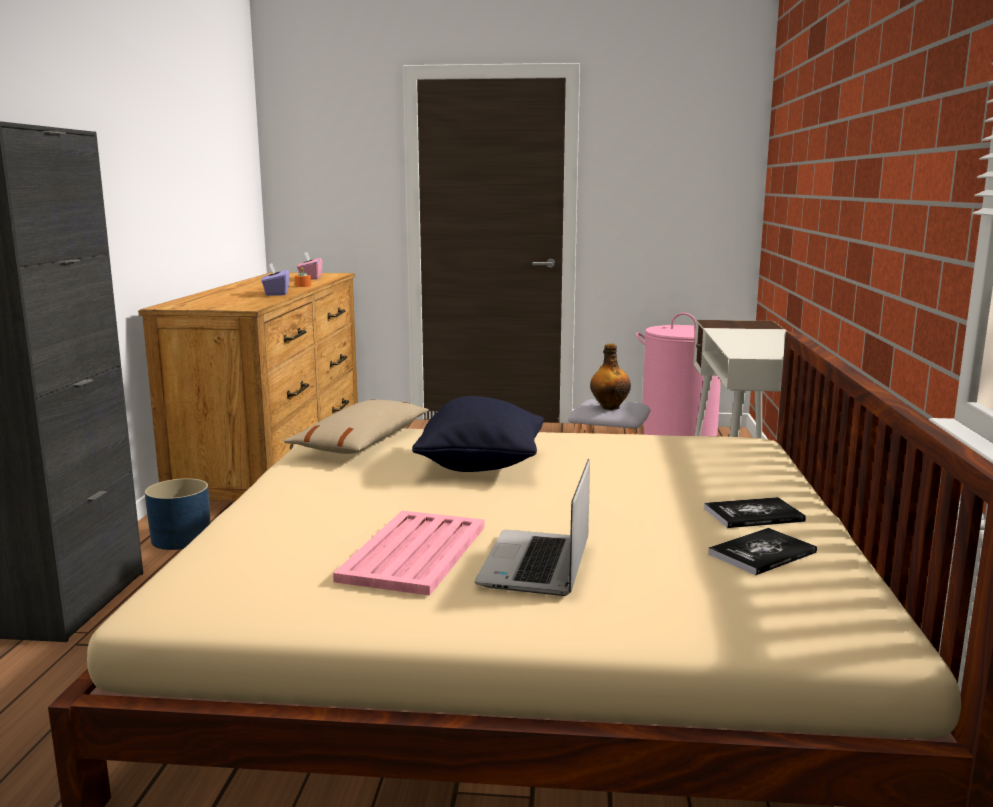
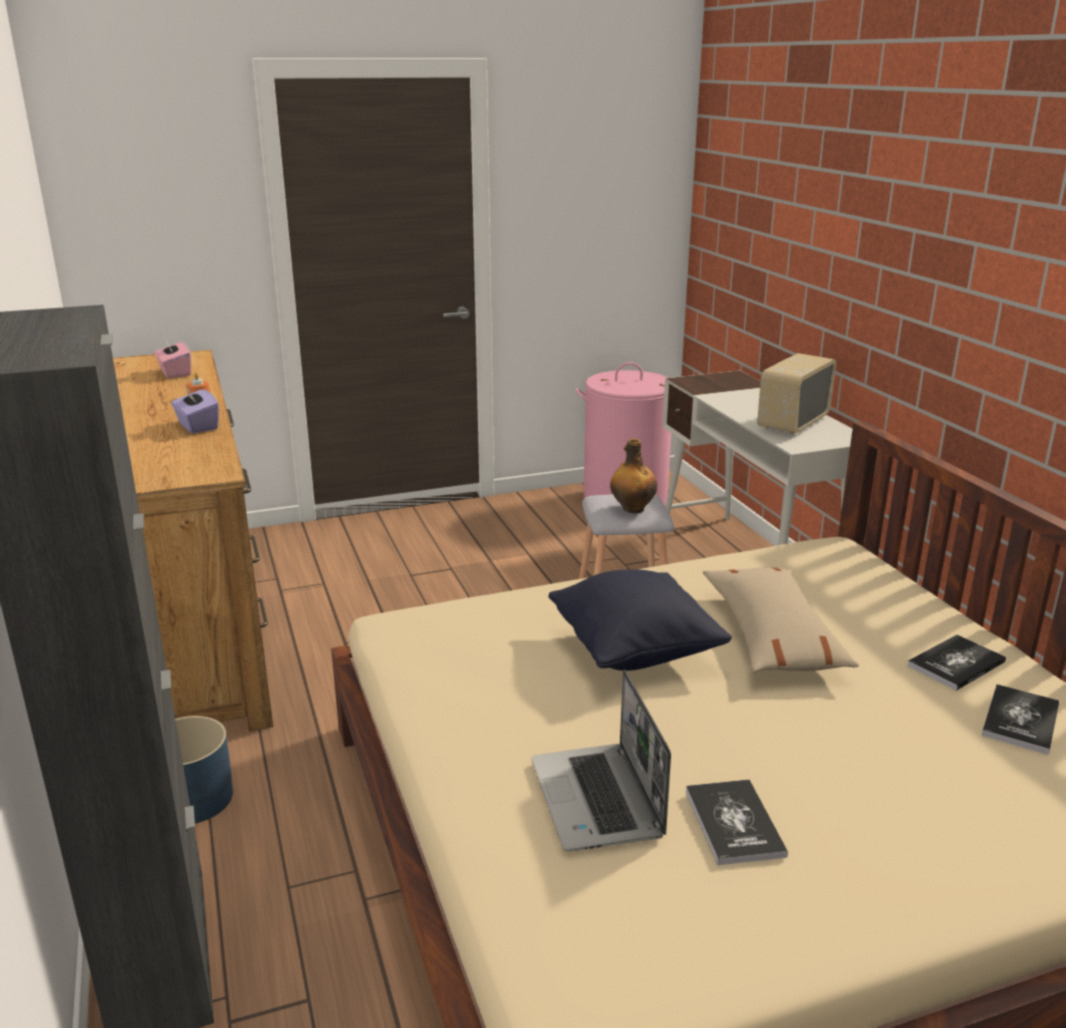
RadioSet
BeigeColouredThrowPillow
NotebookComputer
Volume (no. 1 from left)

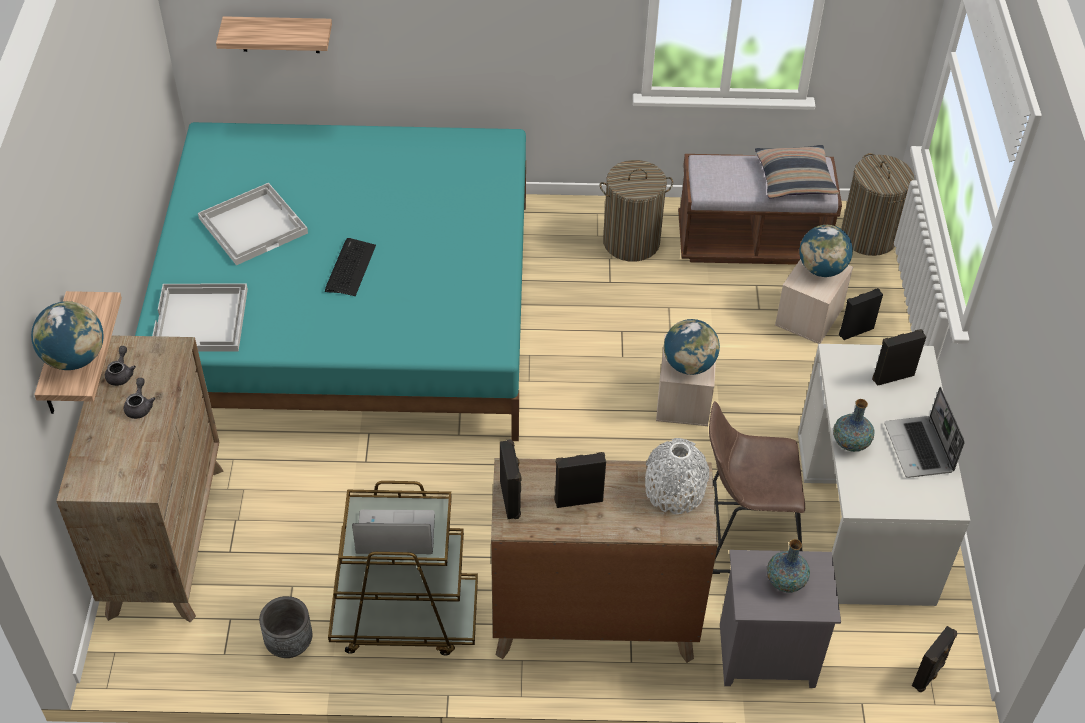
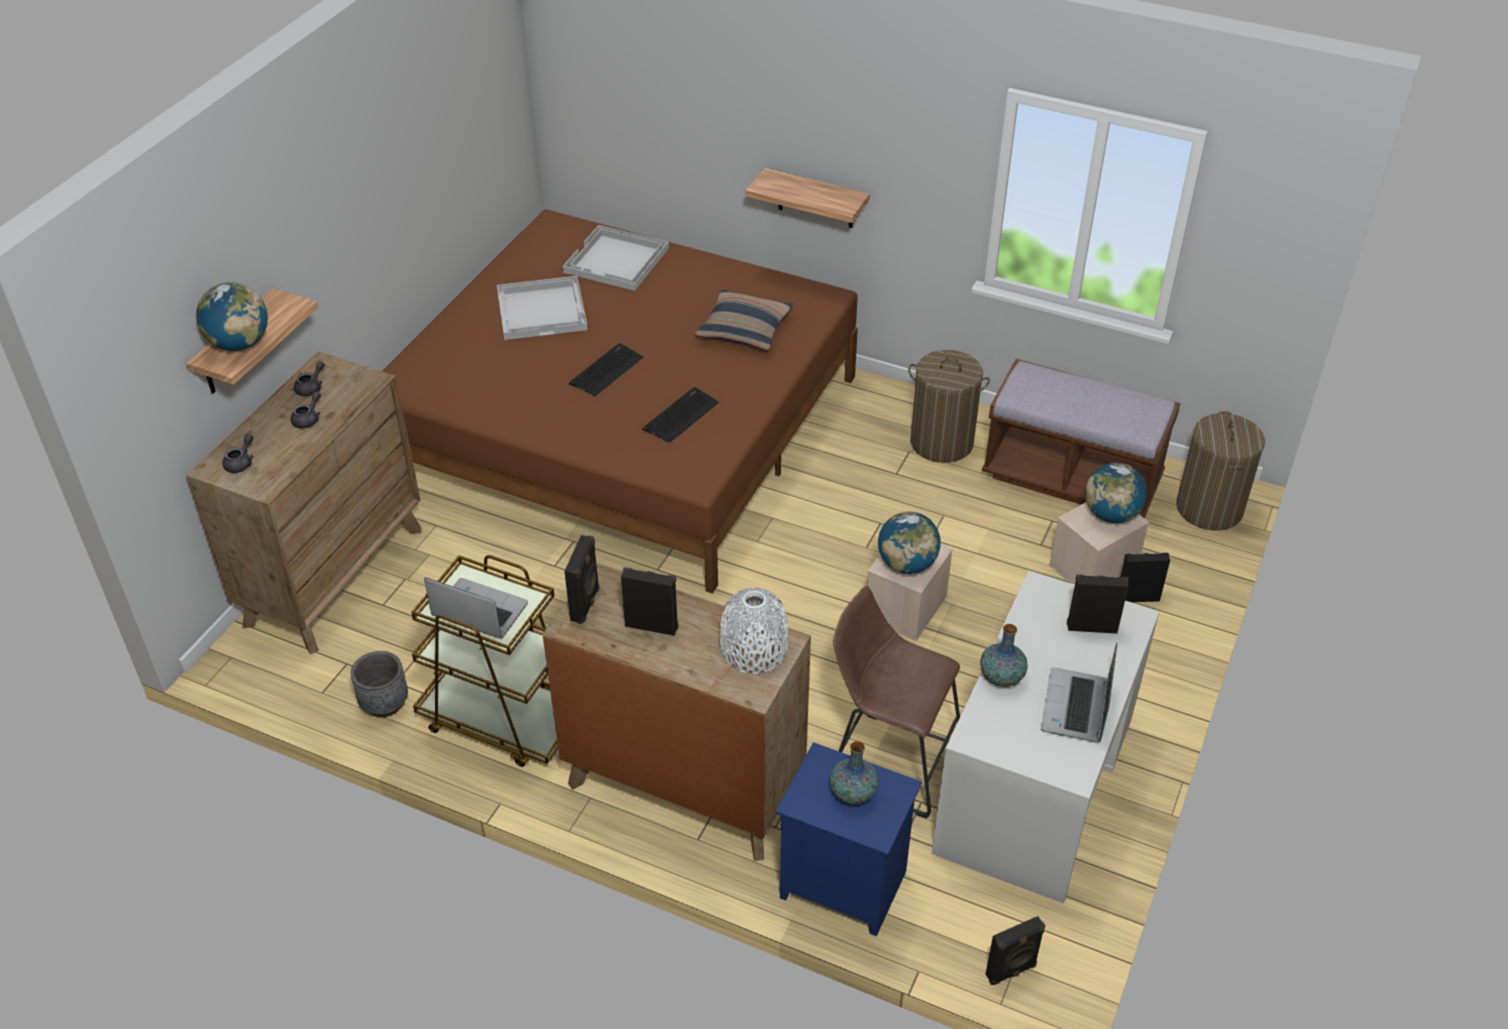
GreyTeaPot (no. 1 from left)
Keyboard (no. 2 from left)
WhiteCarryingTray (no. 2 from left)
BracketShelf (no. 2 from left)
ThrowPillow
BrownBedroomBed
BlueNightstand

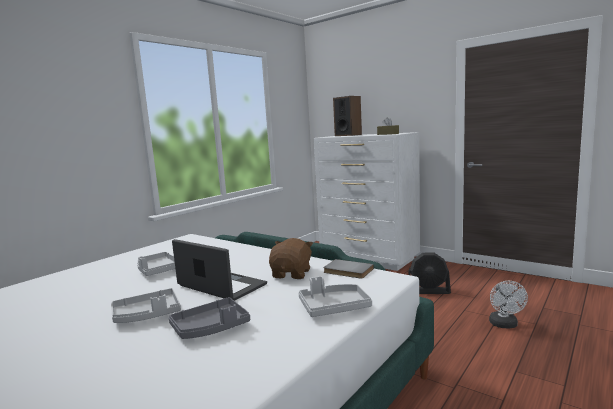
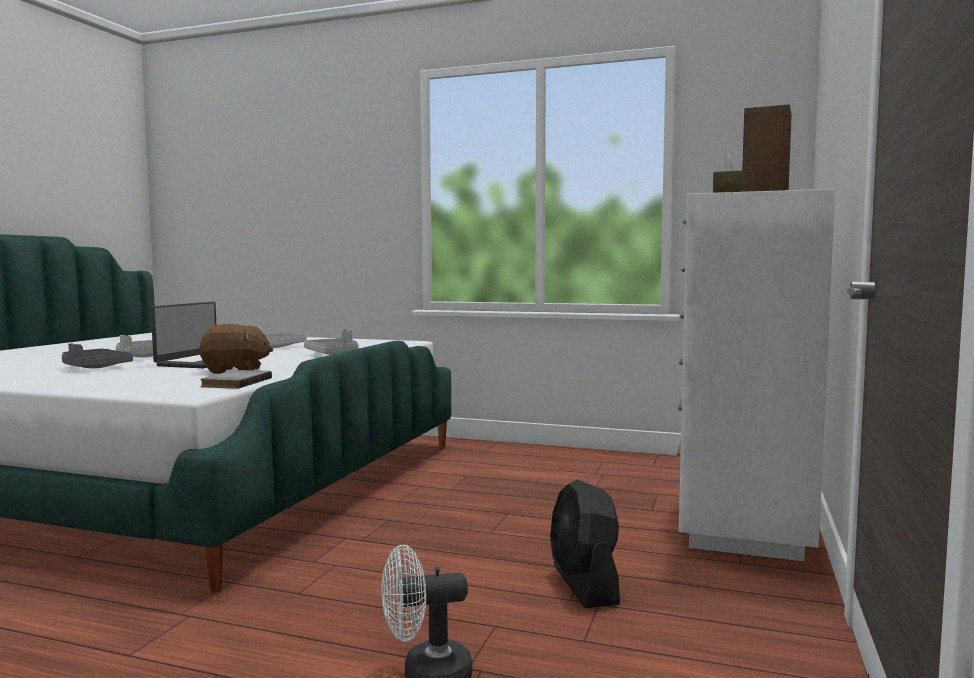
GreyCarryingTray (no. 4 from left)

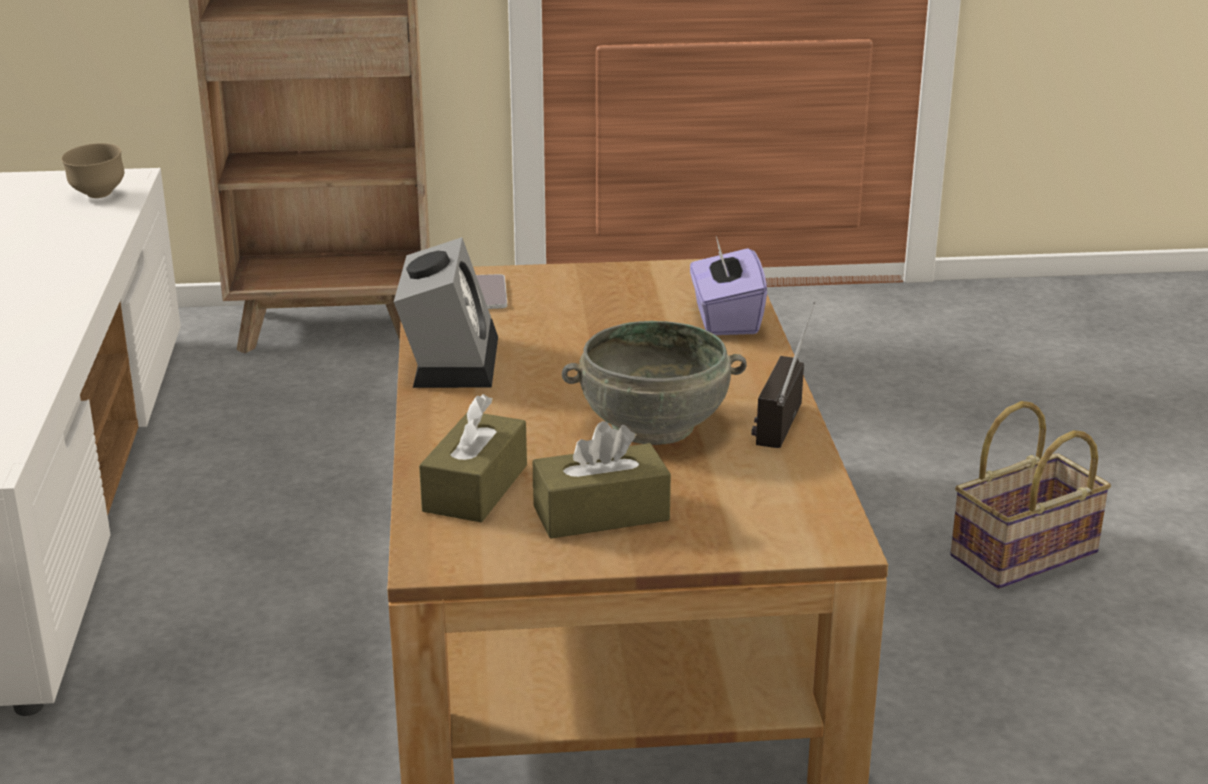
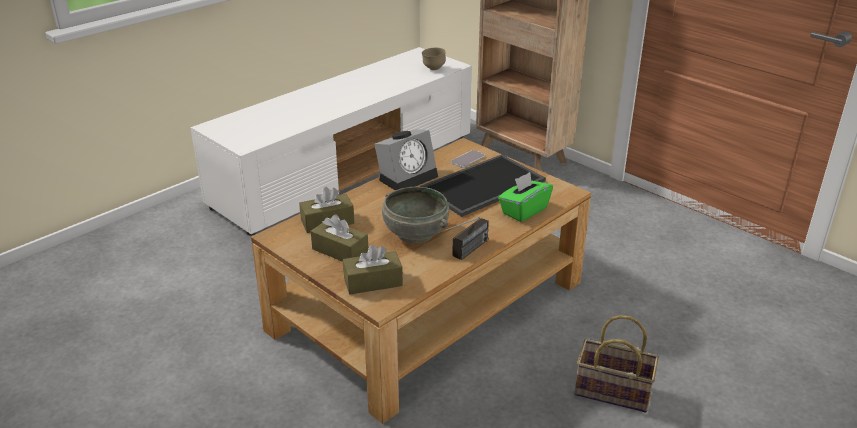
BrownTissueBox (no. 3 from left)
CarryingTray
GreenishTissueBox
RadioSet

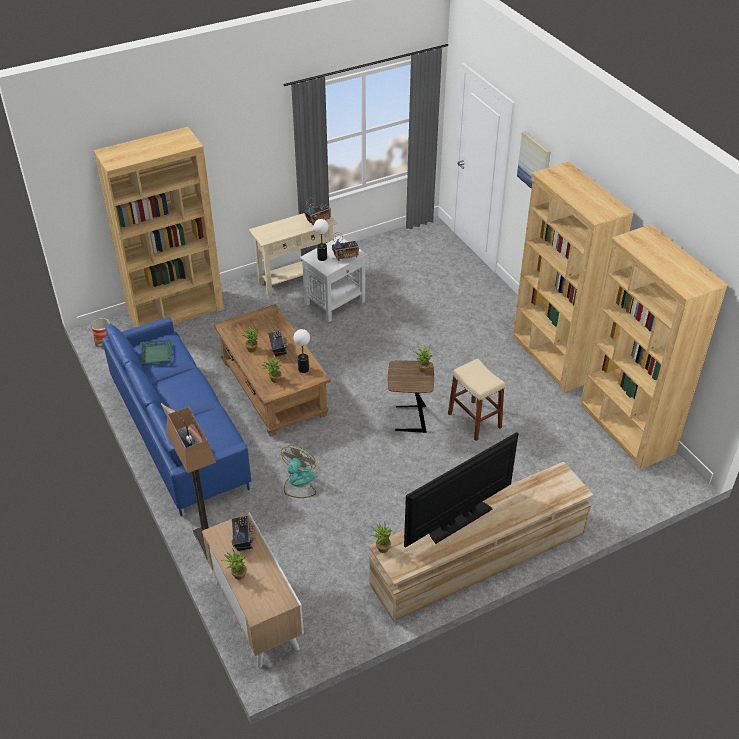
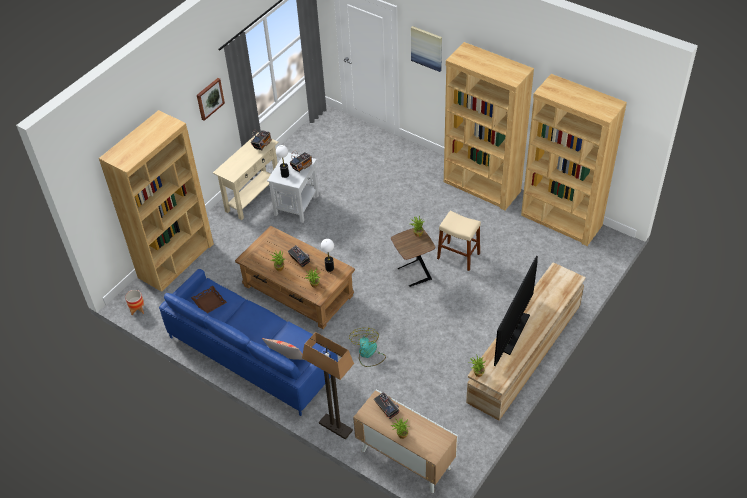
WallPicture (no. 1 from left)
BrownCarryingTray

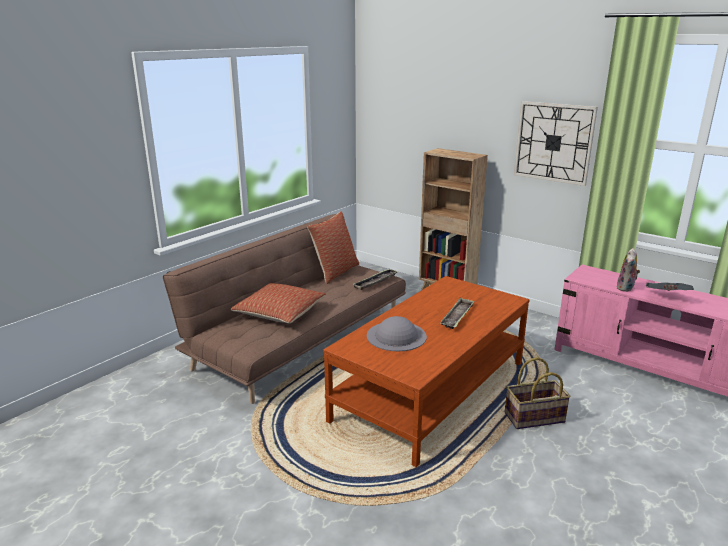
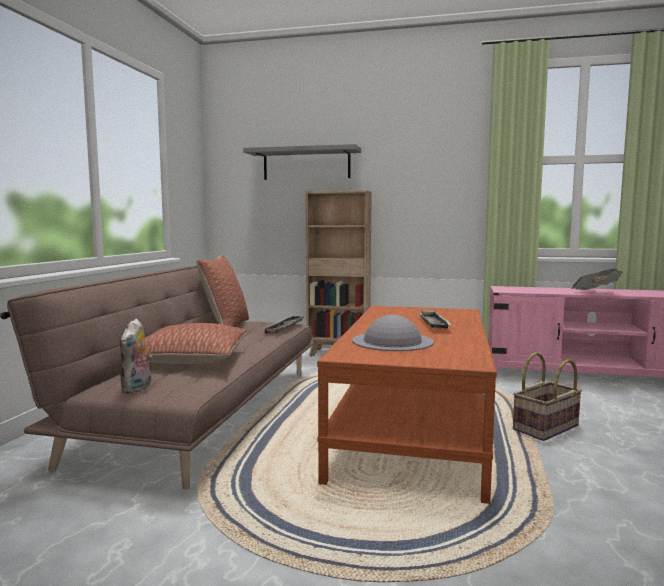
WallClock
GreyBracketShelf
PlushToy

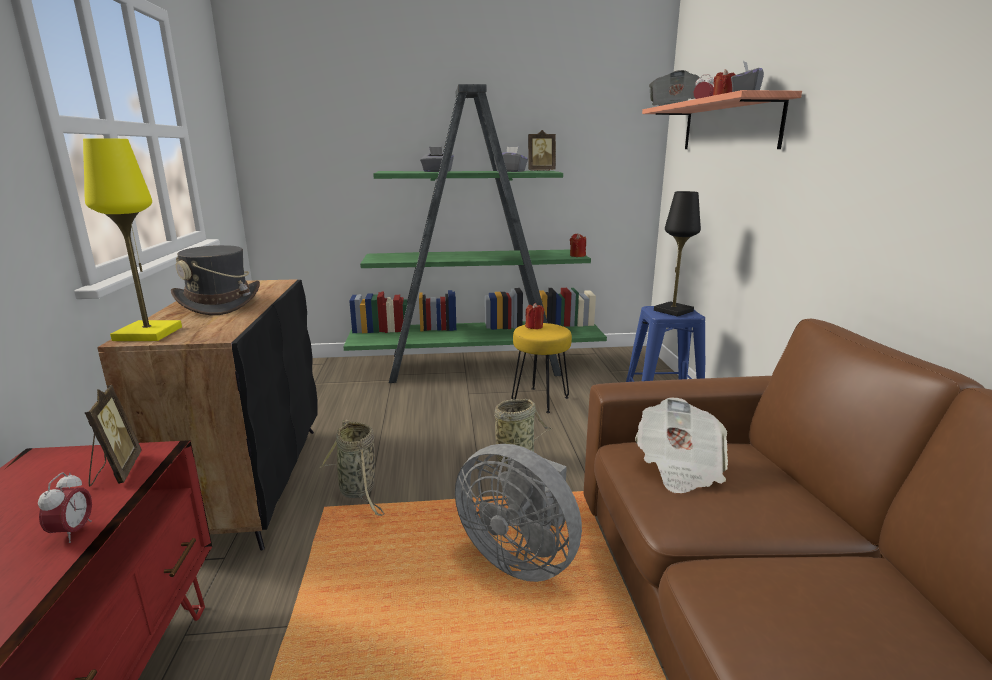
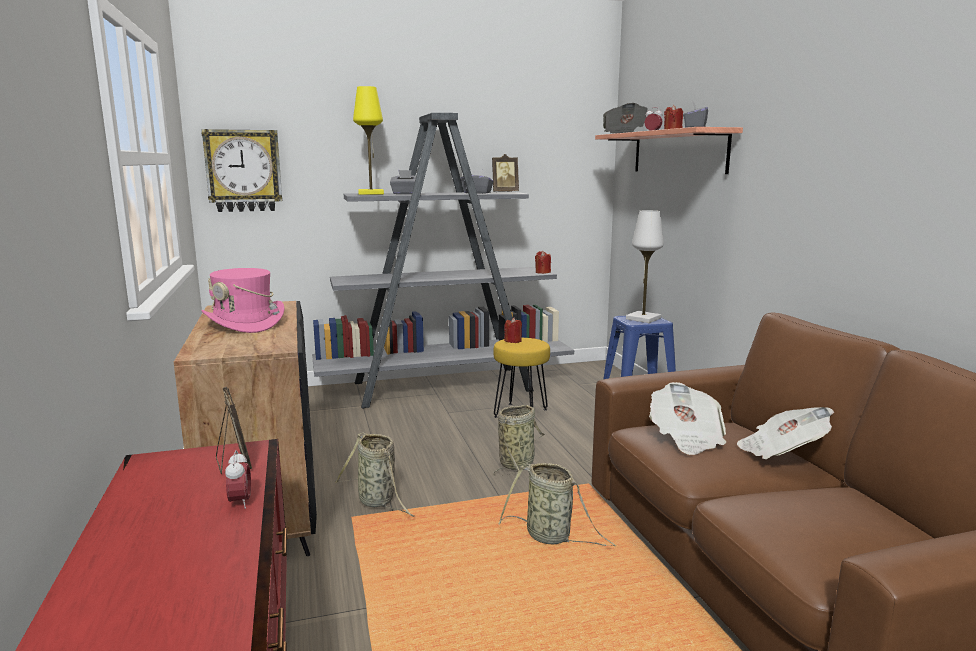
WallClock
Newspaper (no. 3 from left)
YellowColouredTableLamp
StorageBasket (no. 3 from left)
PinkColouredHat
GreyBookshelf
WhiteTableLamp

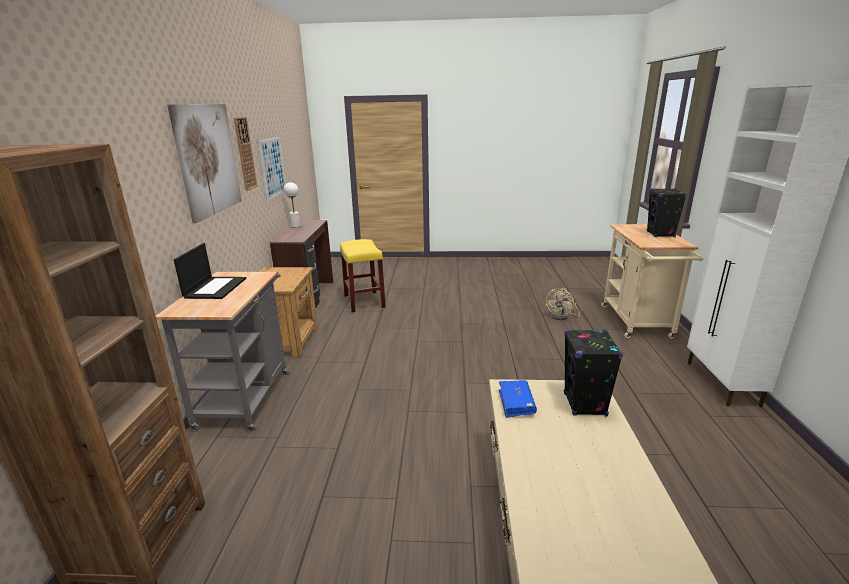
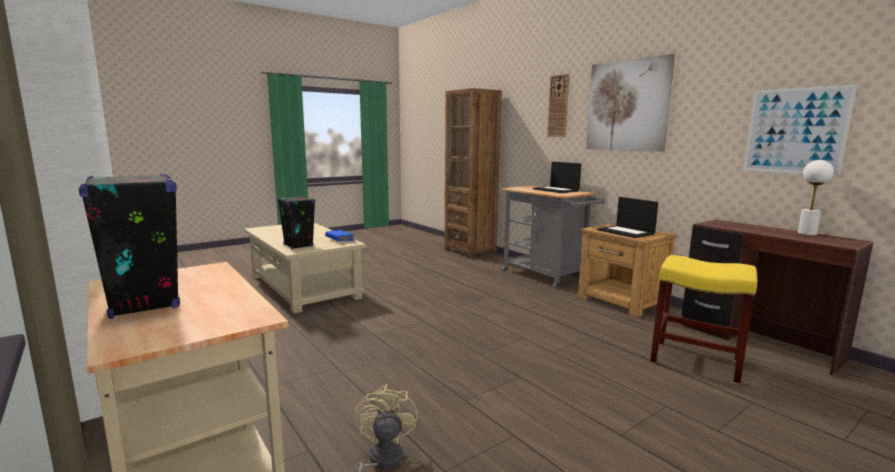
NotebookComputer (no. 2 from left)
WallClock

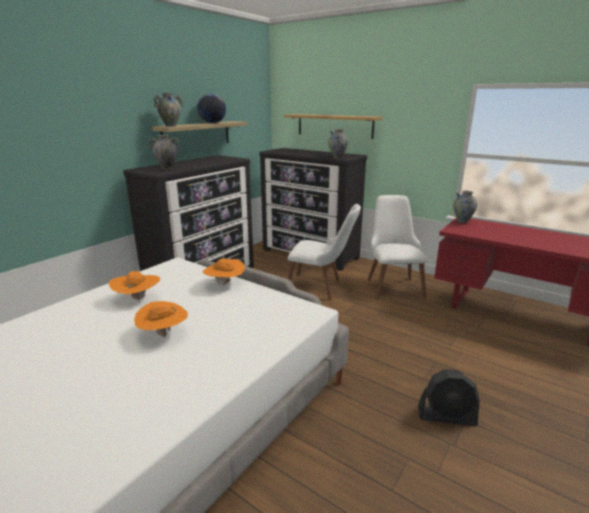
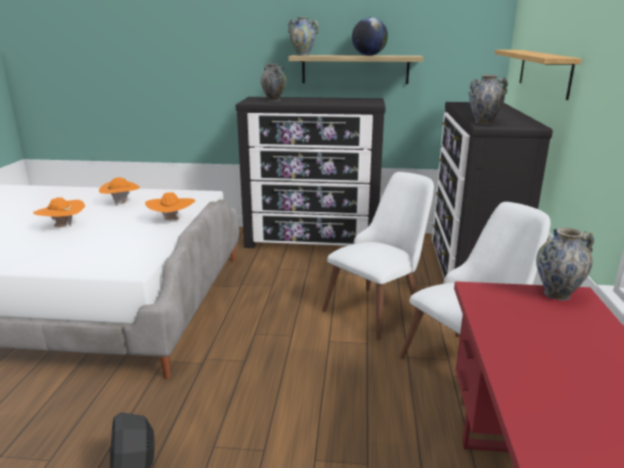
WhiteChair (no. 1 from left)

